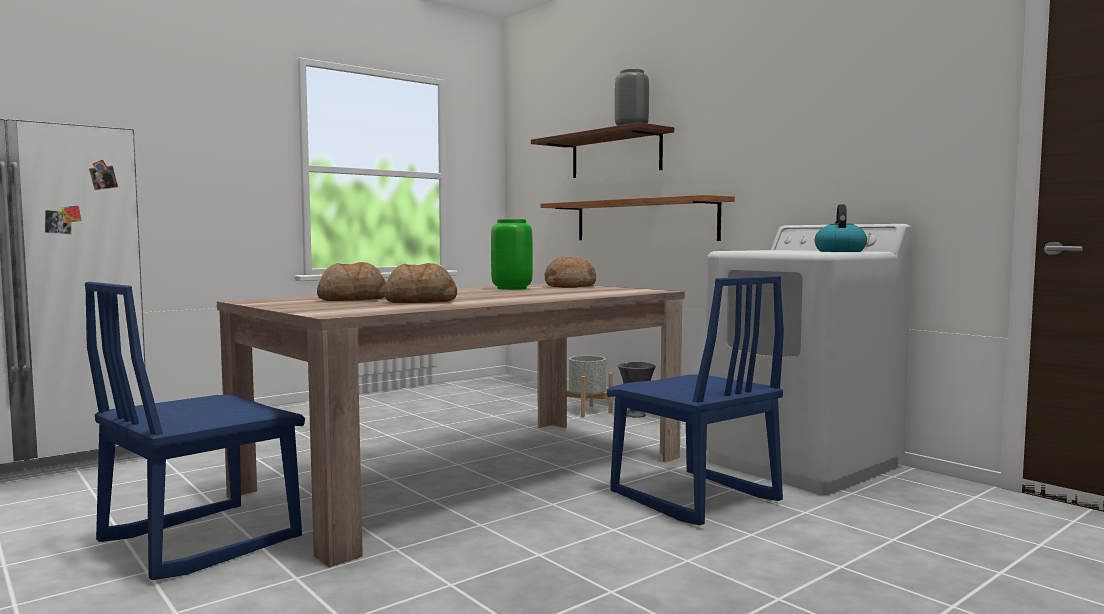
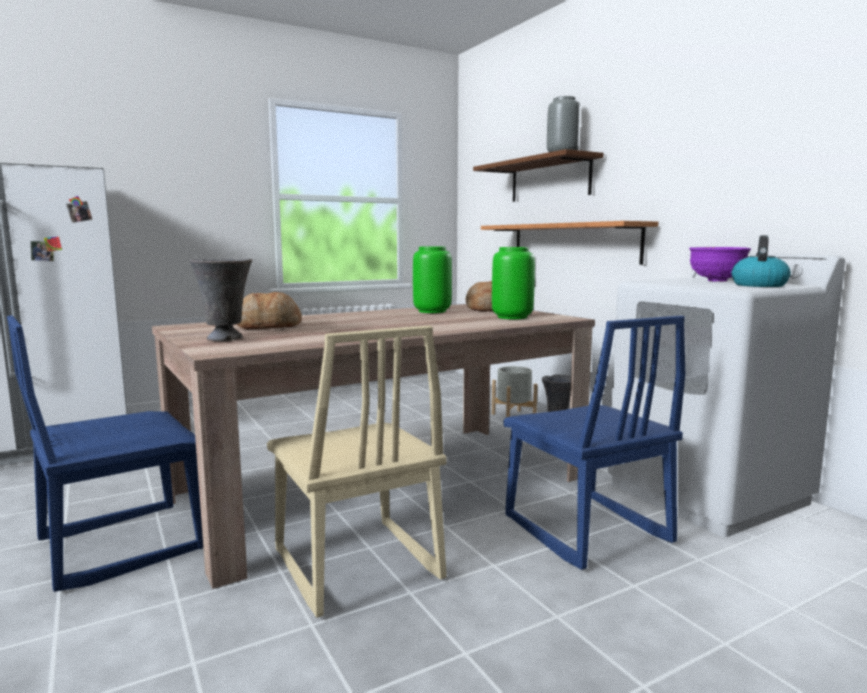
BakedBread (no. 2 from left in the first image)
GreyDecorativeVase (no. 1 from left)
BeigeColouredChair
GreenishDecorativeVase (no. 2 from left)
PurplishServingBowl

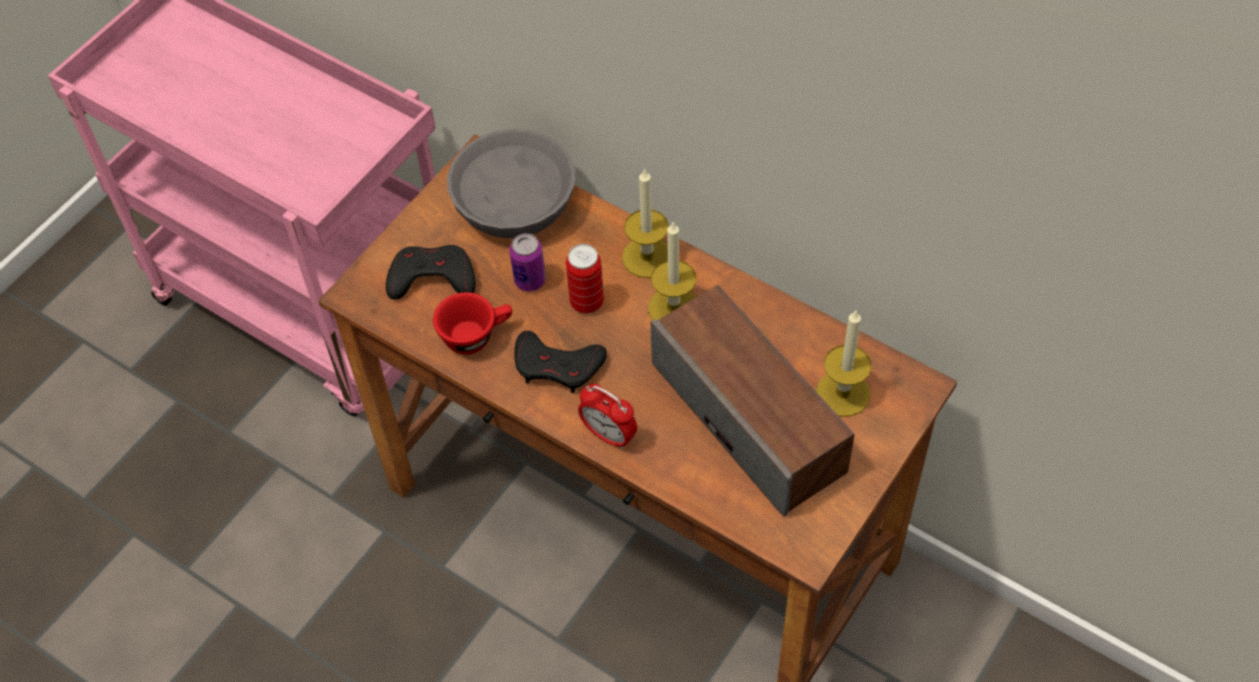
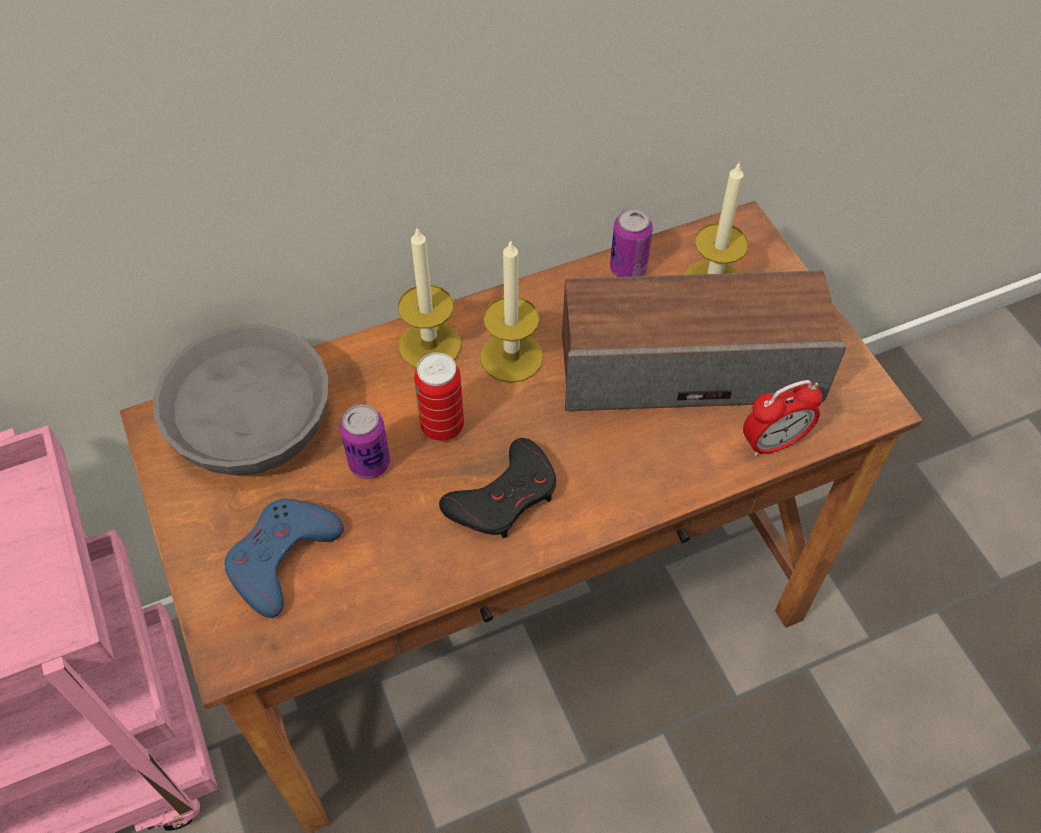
RedSmallCup
Can (no. 3 from left)
AlarmClock
BlueGameController

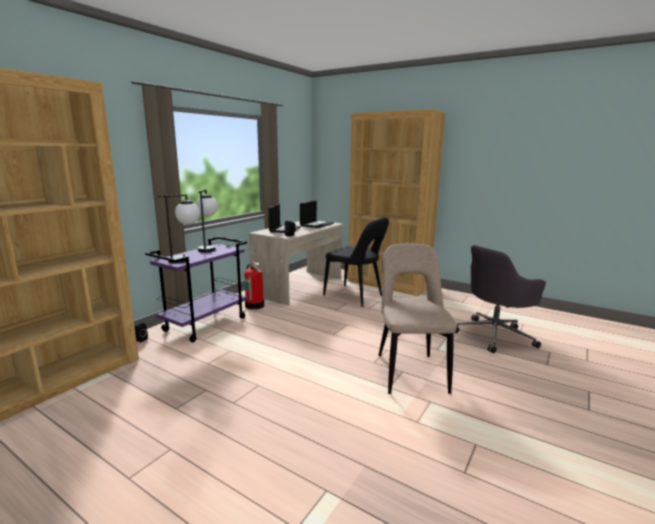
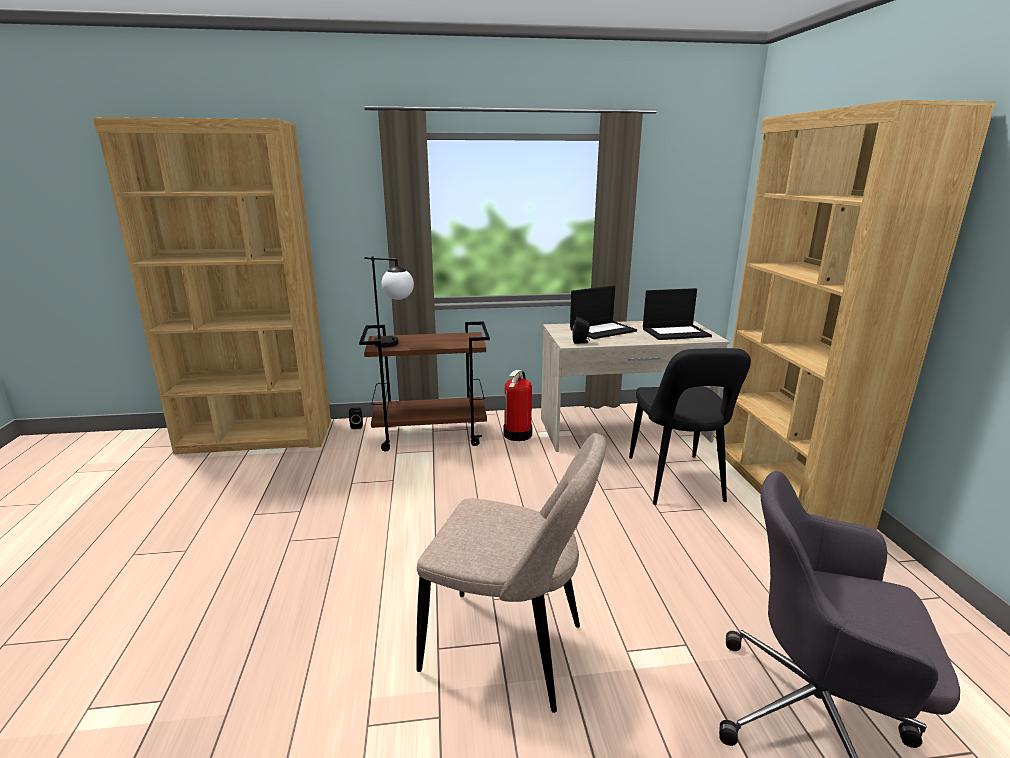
TableLamp (no. 2 from left in the first image)
BrownWheeledCart
BeigeColouredChair

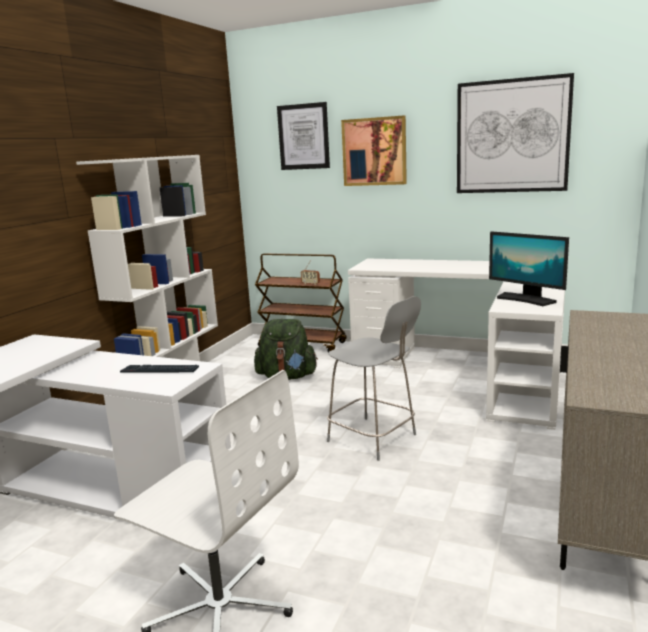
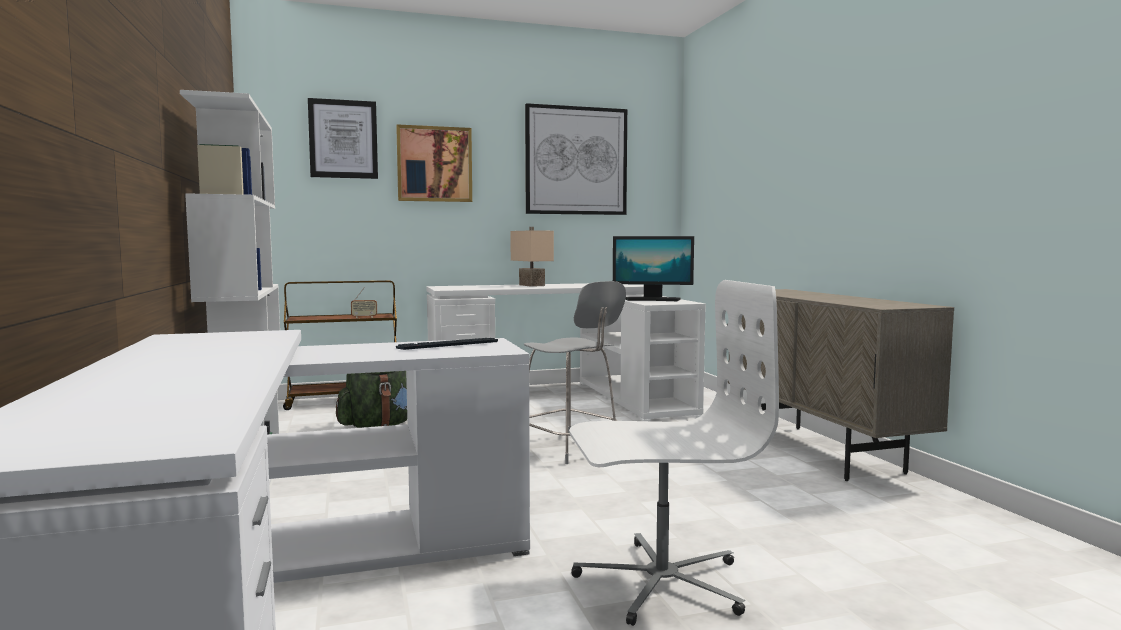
BeigeColouredTableLamp
GreyChair

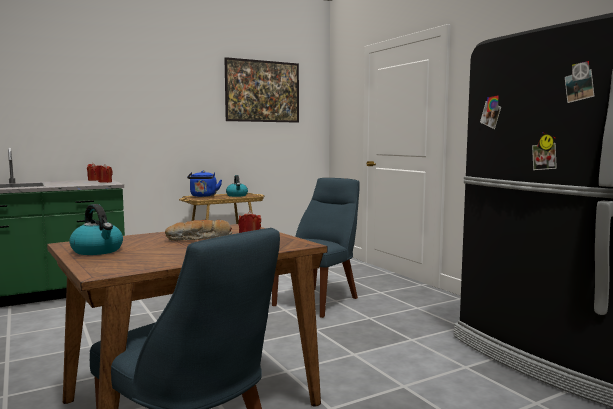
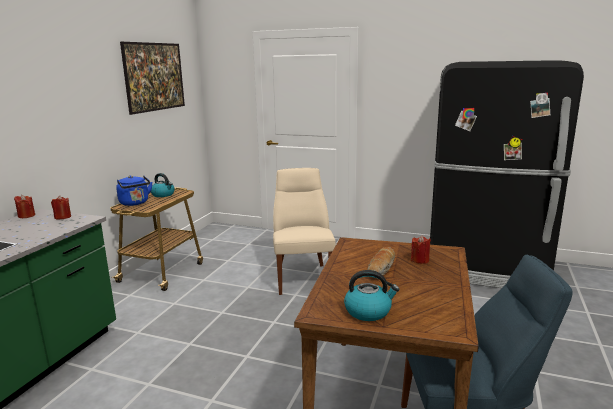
BeigeColouredChair

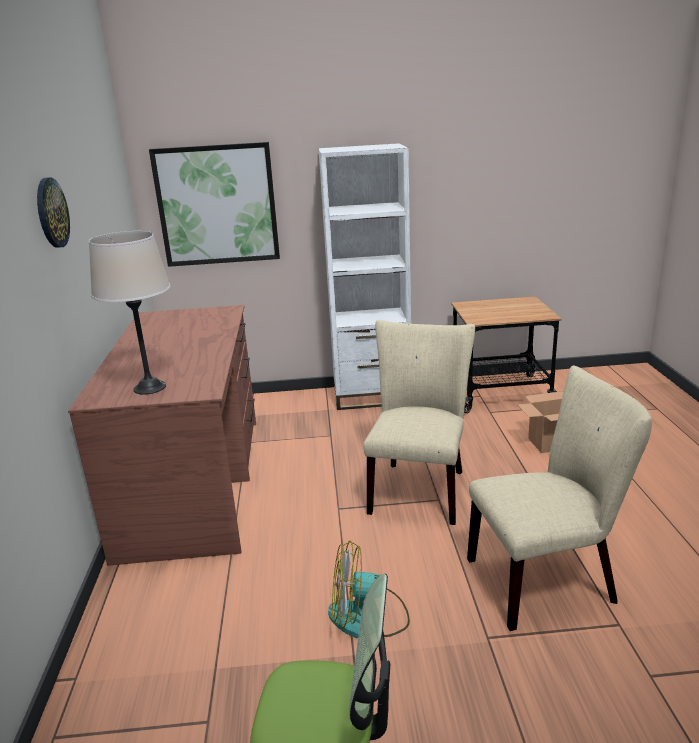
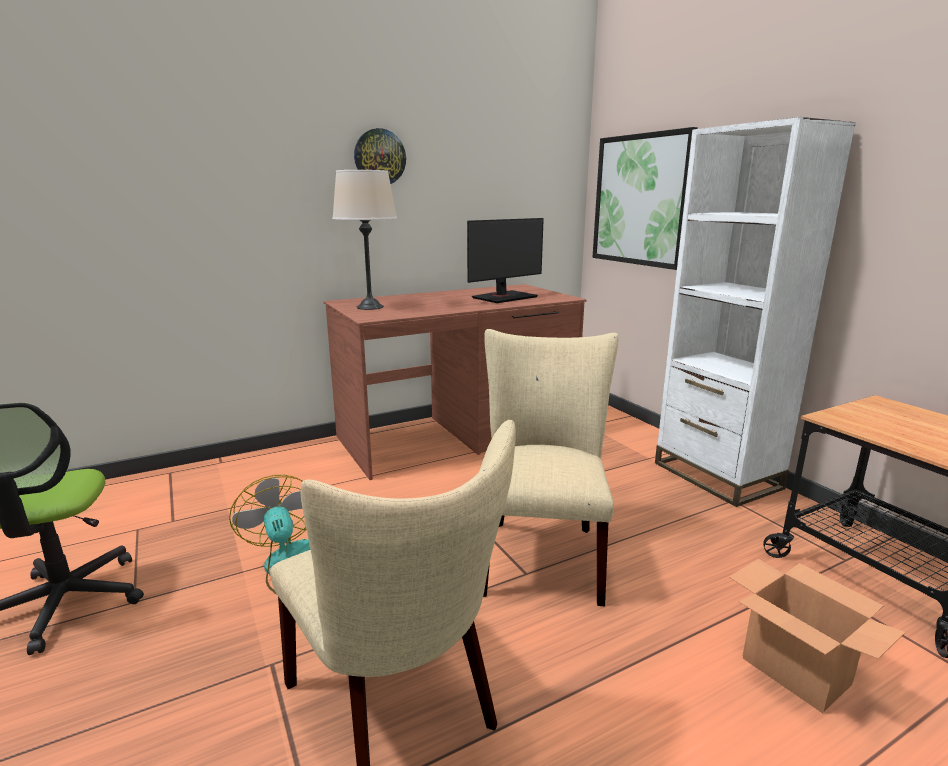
Monitor
BeigeColouredChair (no. 2 from left)

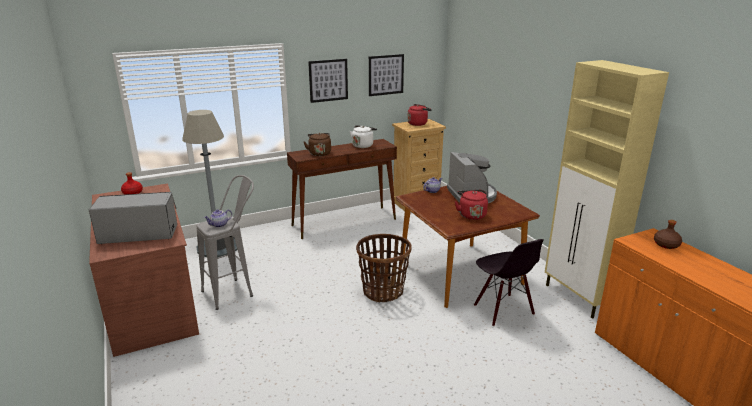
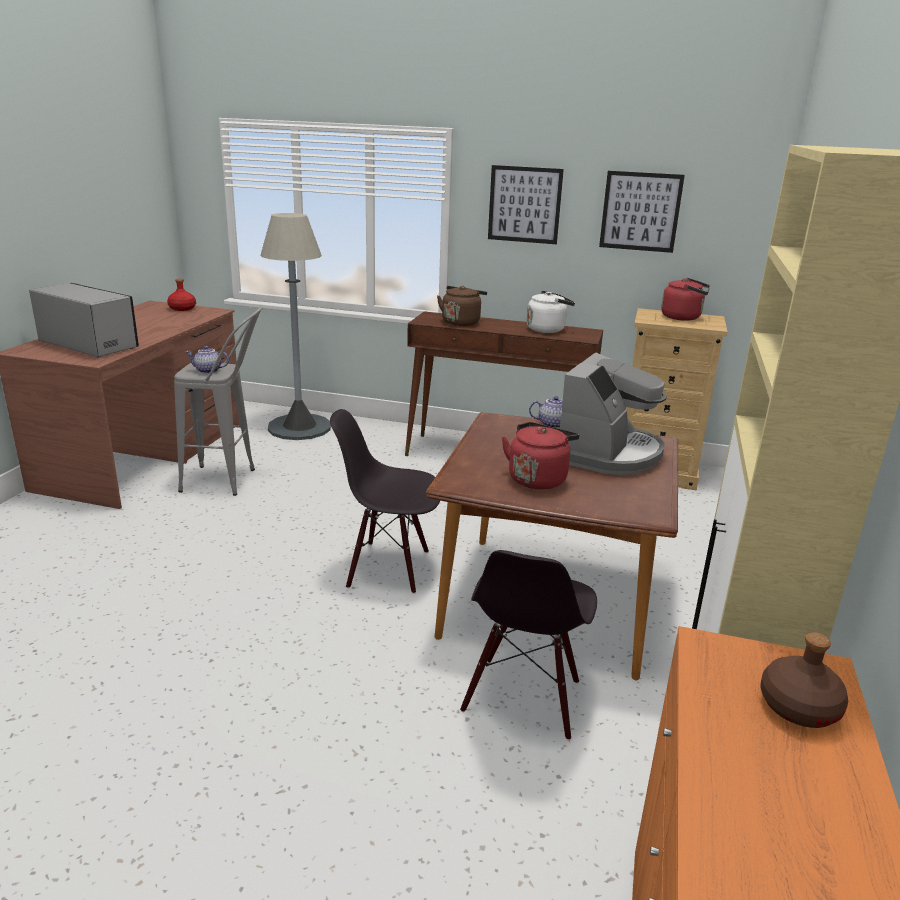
BlackColouredChair (no. 1 from left)

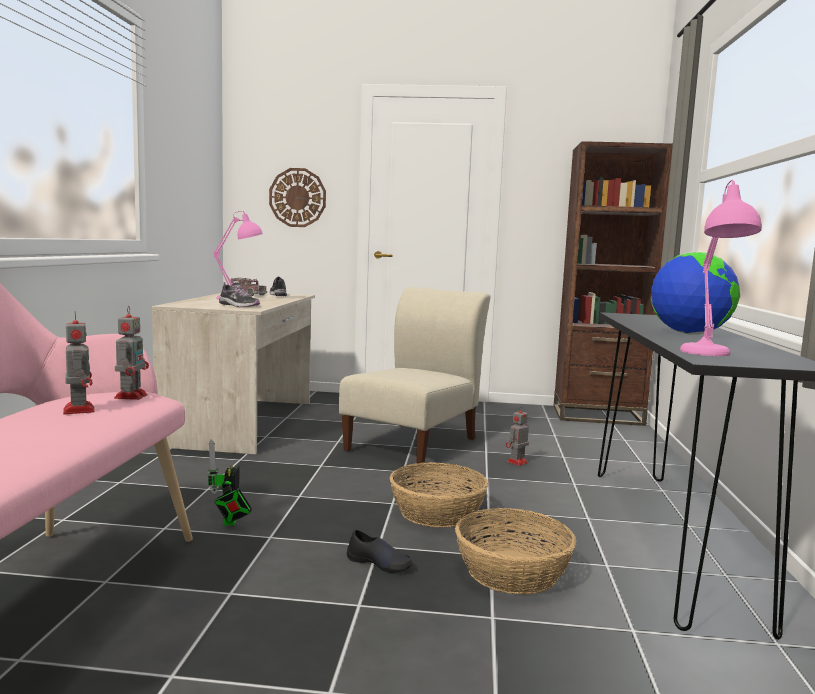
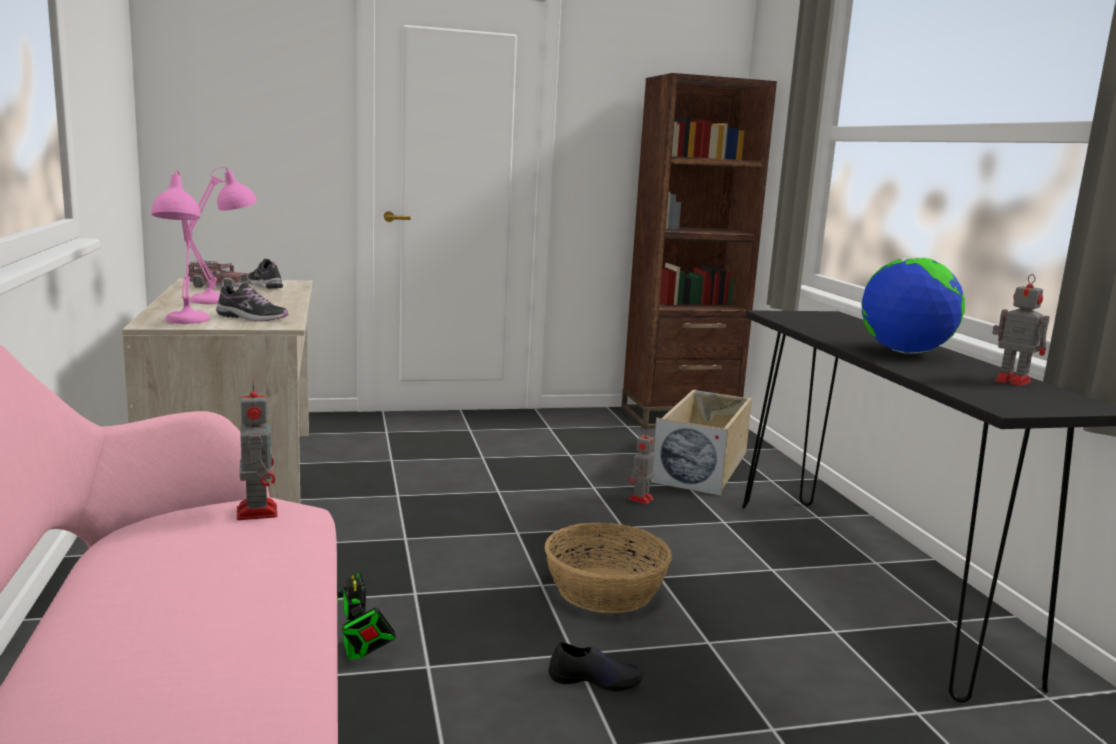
WallClock
BeigeColouredChair
StorageBasket (no. 2 from left in the first image)
BeigeColouredStorageBin
ModelRobot (no. 4 from left)
PinkColouredTableLamp (no. 1 from left)

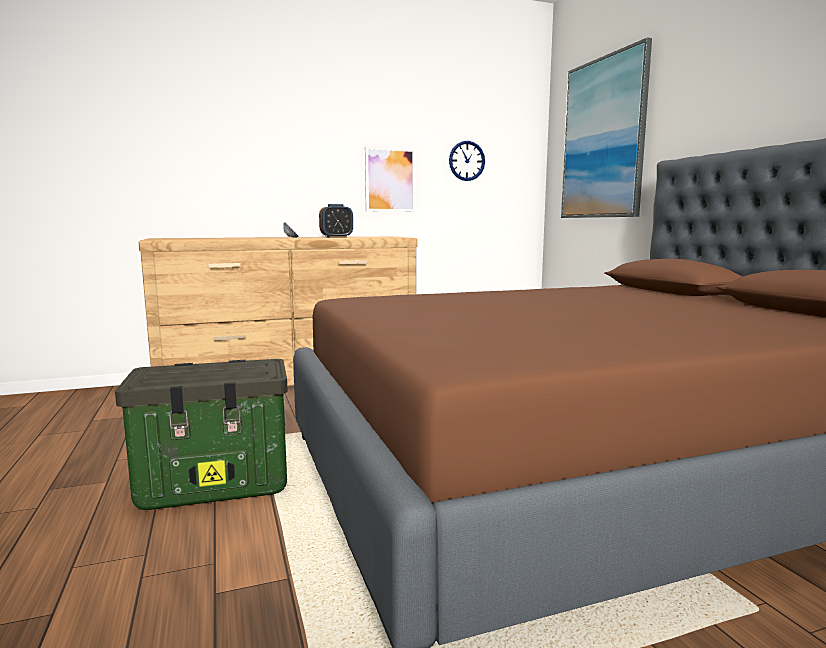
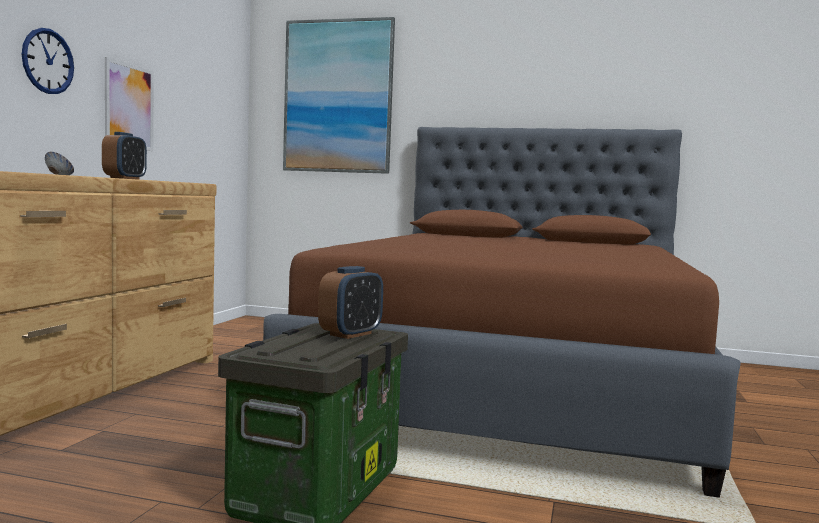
AlarmClock (no. 2 from left)
WallClock

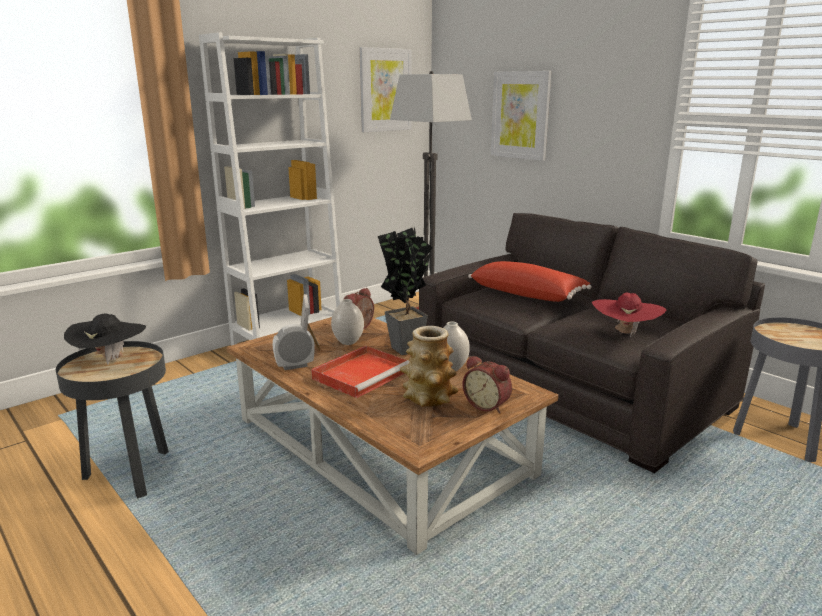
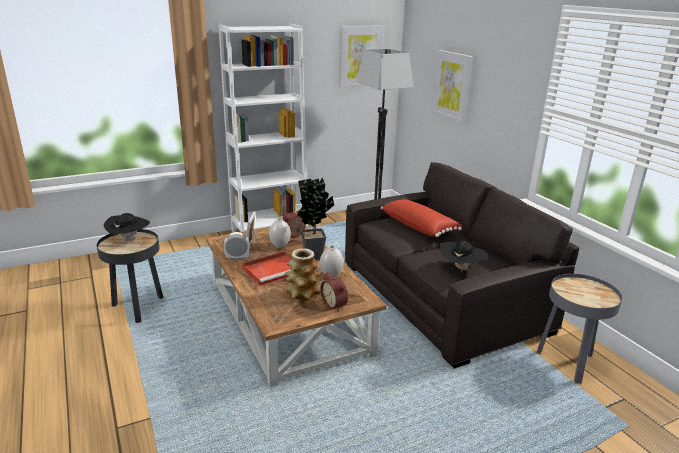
BlackColouredHat (no. 2 from left)

